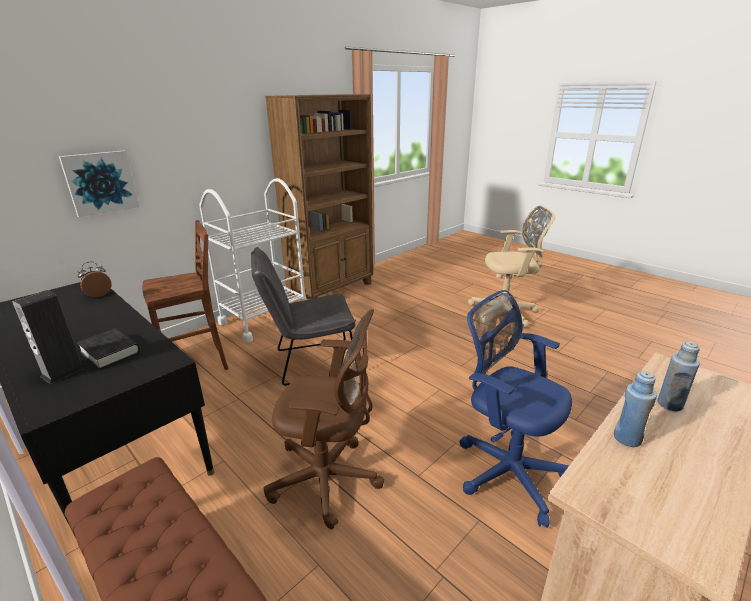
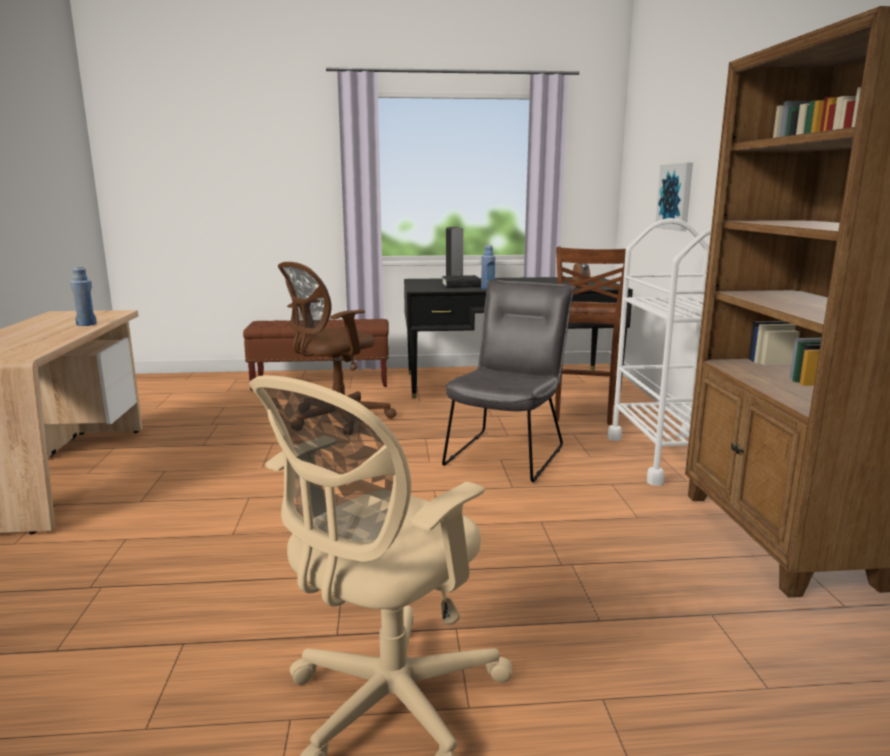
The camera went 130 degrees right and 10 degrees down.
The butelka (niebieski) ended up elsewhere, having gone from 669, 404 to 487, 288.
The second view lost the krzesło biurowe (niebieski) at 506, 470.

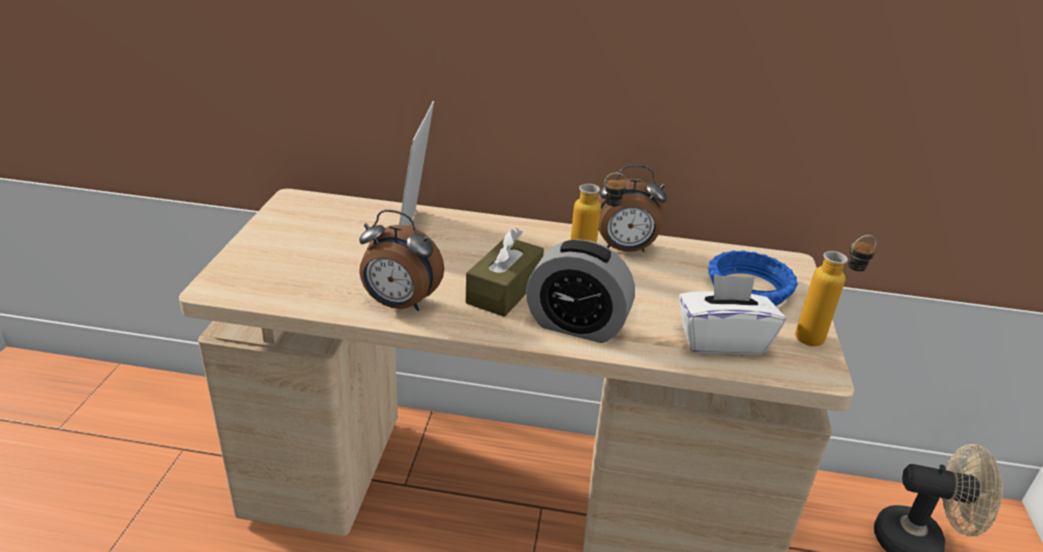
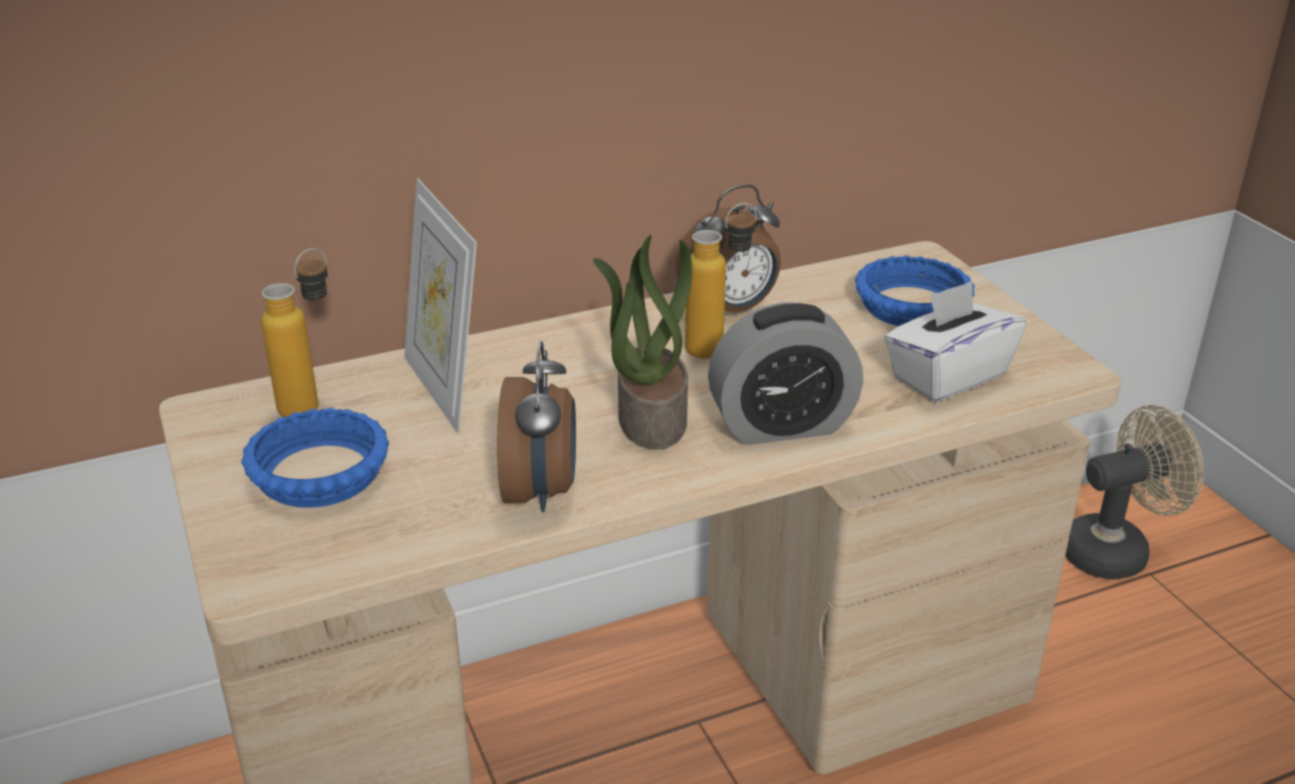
The camera went 30 degrees left and 0 degrees up.
The second view gained the miska (niebieski) at 320, 472.
The butelka ended up elsewhere, having gone from 820, 337 to 313, 403.
The budzik at 399, 304 ended up facing another way, 75 degrees counterclockwise from before.
Where the pudełko chusteczek (brązowy) stood at 504, 290, the roślina doniczkowa came to stand at 650, 418.

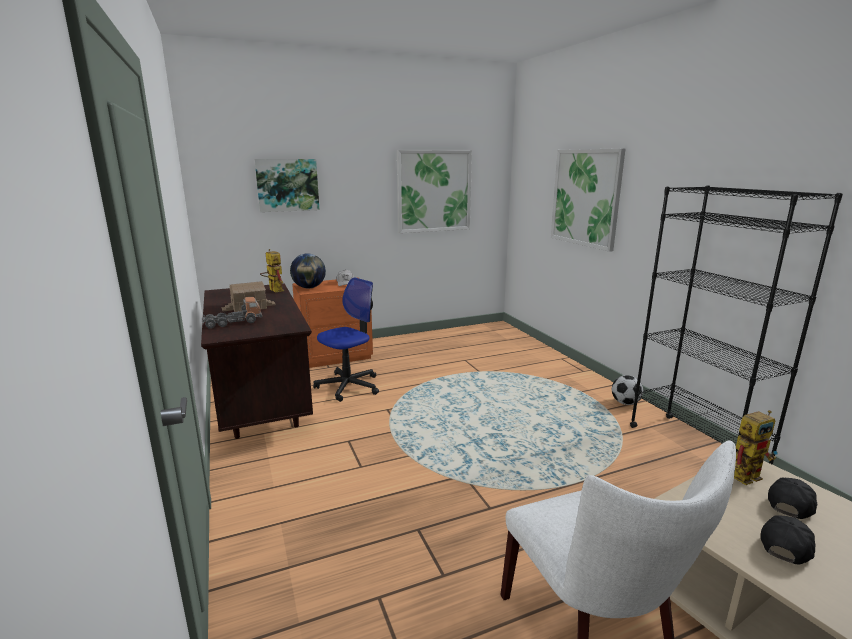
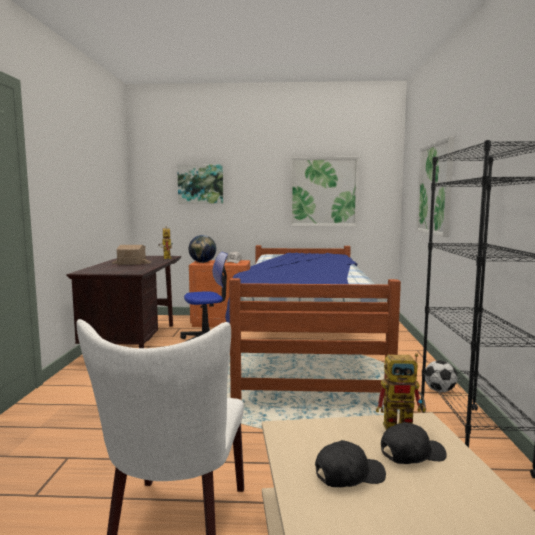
The camera went 25 degrees right and 10 degrees down.
The second view gained the łóżko at 303, 350.
The second view lost the ciężarówka zabawkowa at 232, 322.

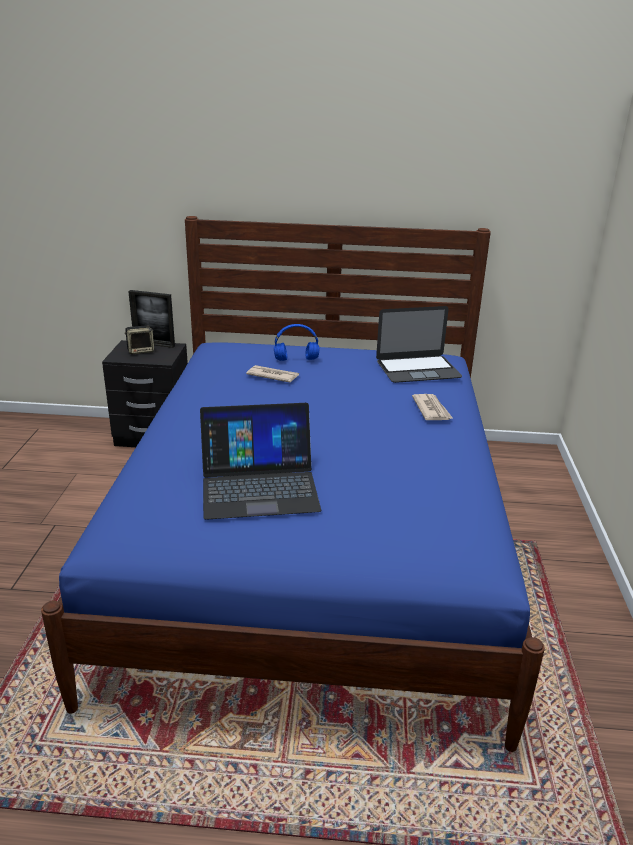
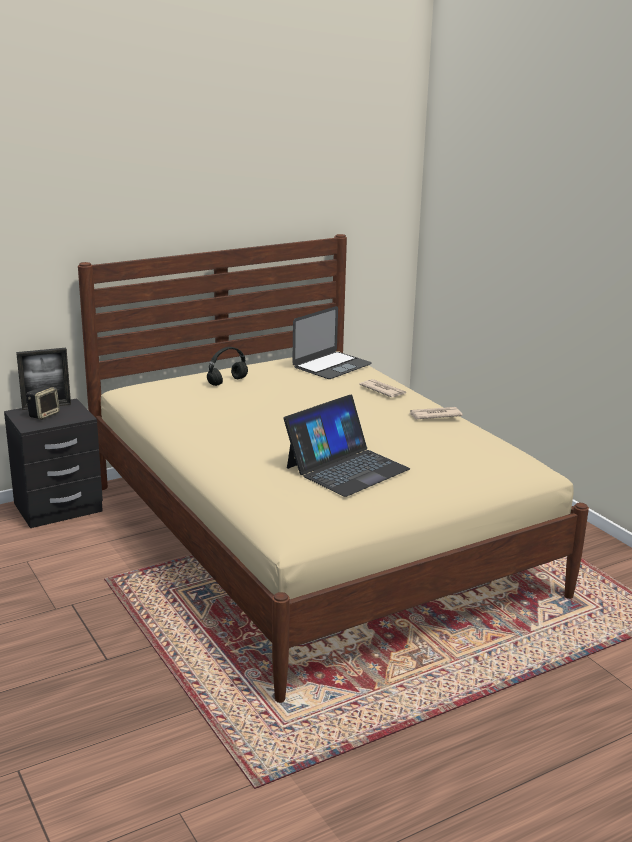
The camera went 35 degrees left and 5 degrees down.
What was the łóżko (niebieski) at 313, 543 turned into the łóżko (beżowy) at 314, 538.
What was the słuchawki (niebieski) at 297, 359 turned into the słuchawki (czarny) at 227, 381.
The gazeta ended up elsewhere, having gone from 272, 376 to 434, 415.

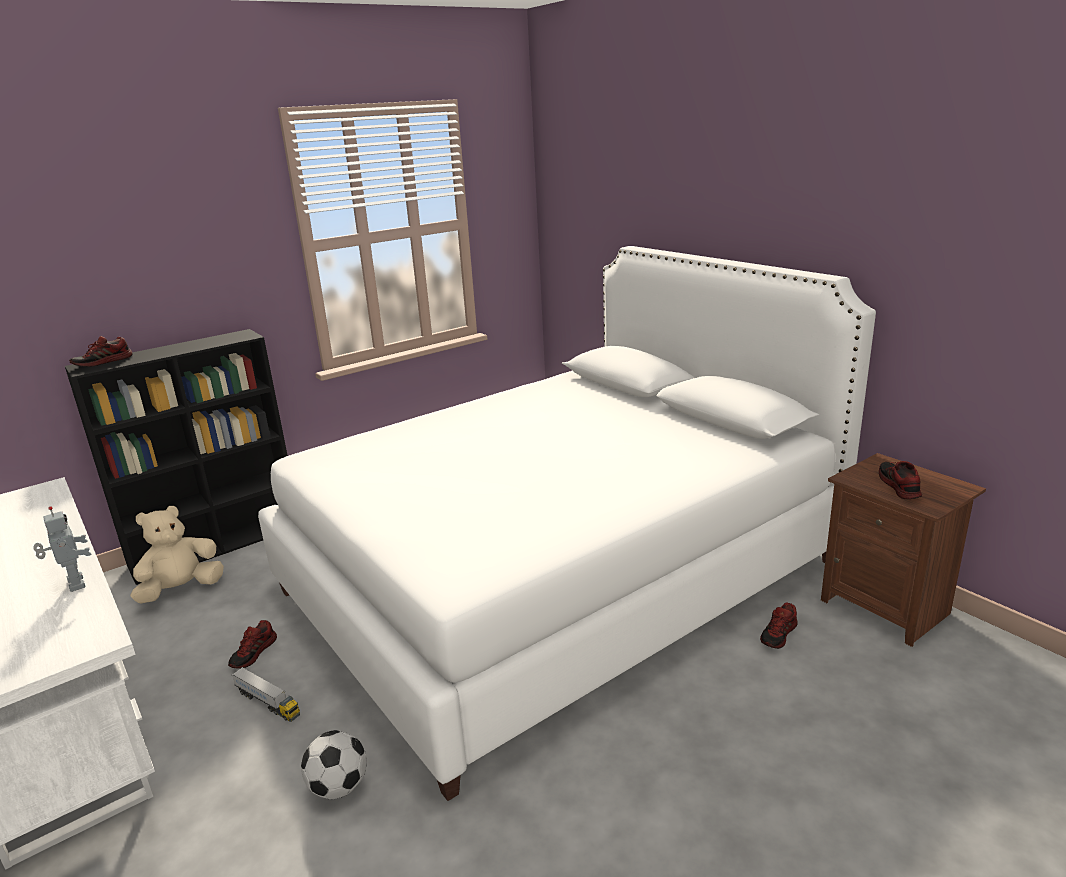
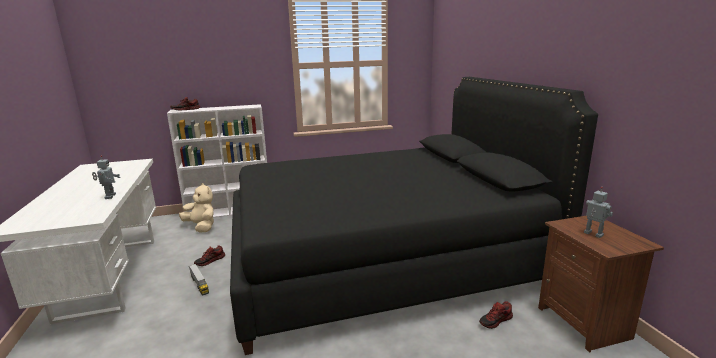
The camera went 20 degrees right and 5 degrees down.
What was the regał (czarny) at 219, 545 turned into the regał (biały) at 231, 211.
The pluszak (beżowy) at 181, 589 ended up facing another way, 60 degrees clockwise from before.
What was the łóżko (biały) at 559, 576 turned into the łóżko (czarny) at 381, 259.
Where the but stood at 898, 486, the robot zabawkowy came to stand at 592, 234.
The second view lost the piłka futbolowa at 339, 787.

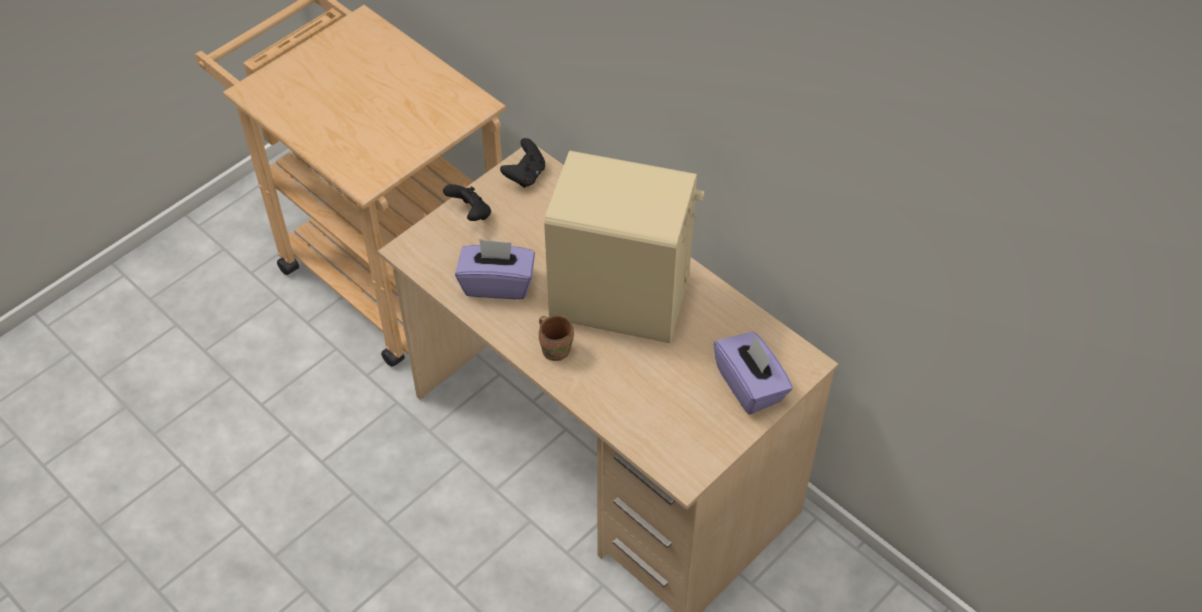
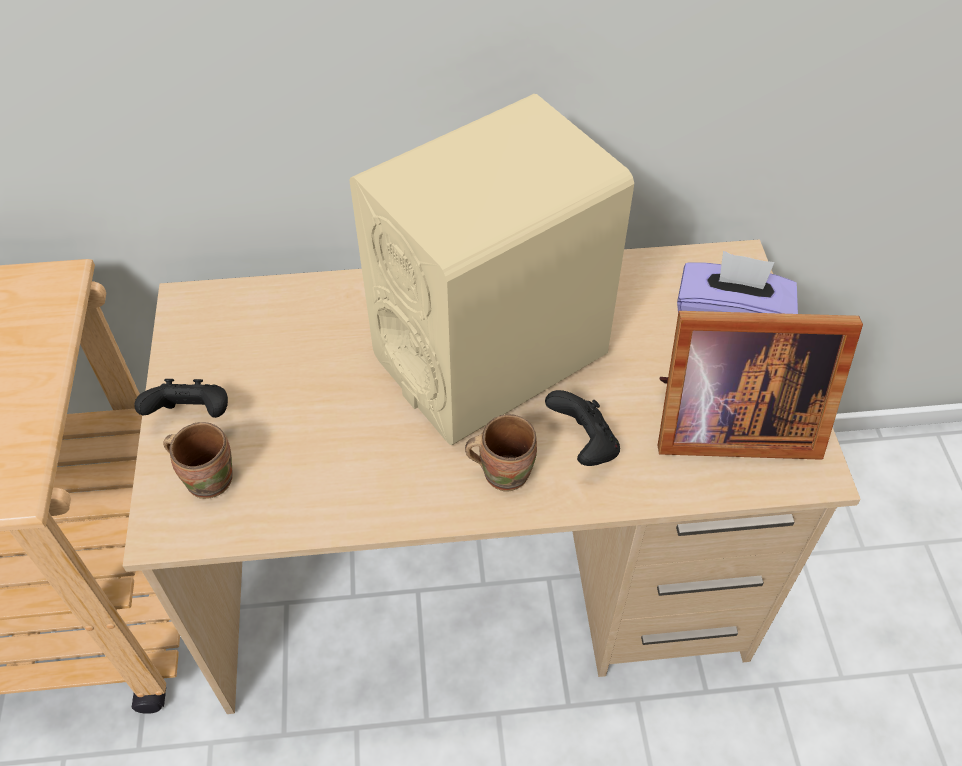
The camera went 50 degrees left and 0 degrees up.
The second view gained the kubek (brązowy) at 209, 477.
The pad do gier (czarny) ended up elsewhere, having gone from 525, 175 to 583, 445.
The second view gained the ramka na zdjęcie at 727, 424.
The second view lost the pudełko chusteczek (fioletowy) at 497, 283.

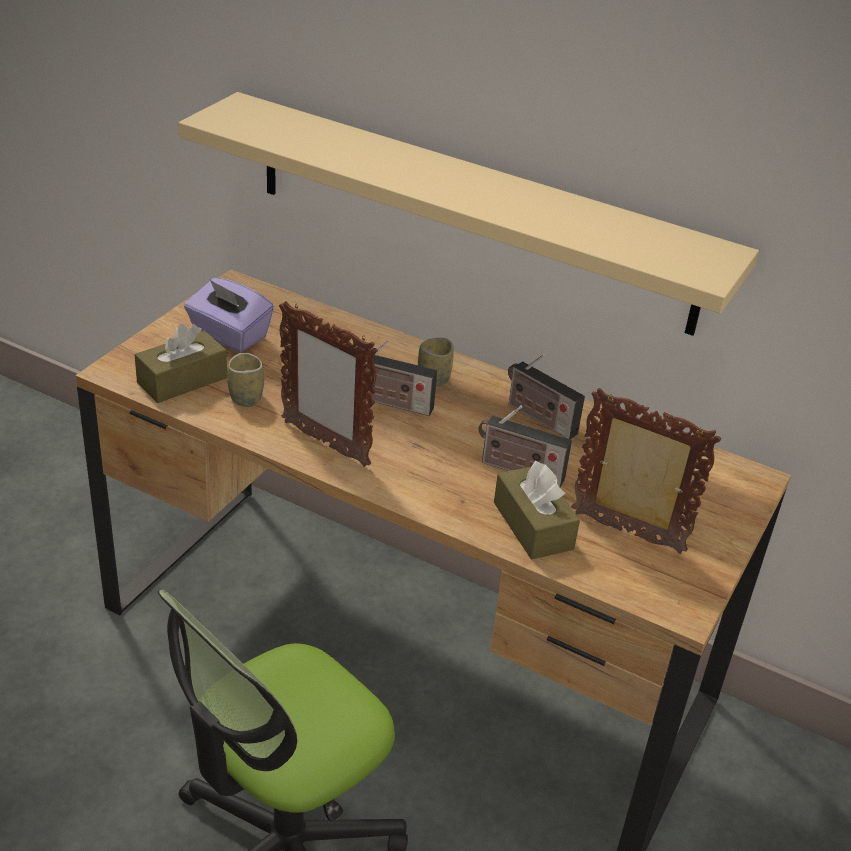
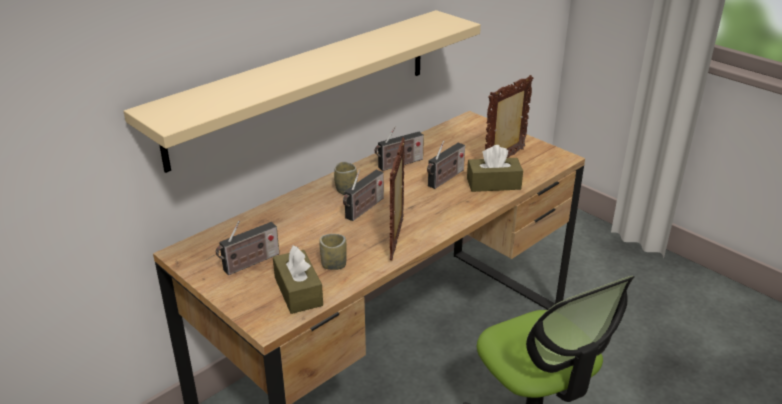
The camera went 70 degrees left and 5 degrees down.
Where the pudełko chusteczek (fioletowy) stood at 229, 335, the radio came to stand at 249, 263.
The ramka na zdjęcie at 325, 443 ended up facing another way, 135 degrees clockwise from before.

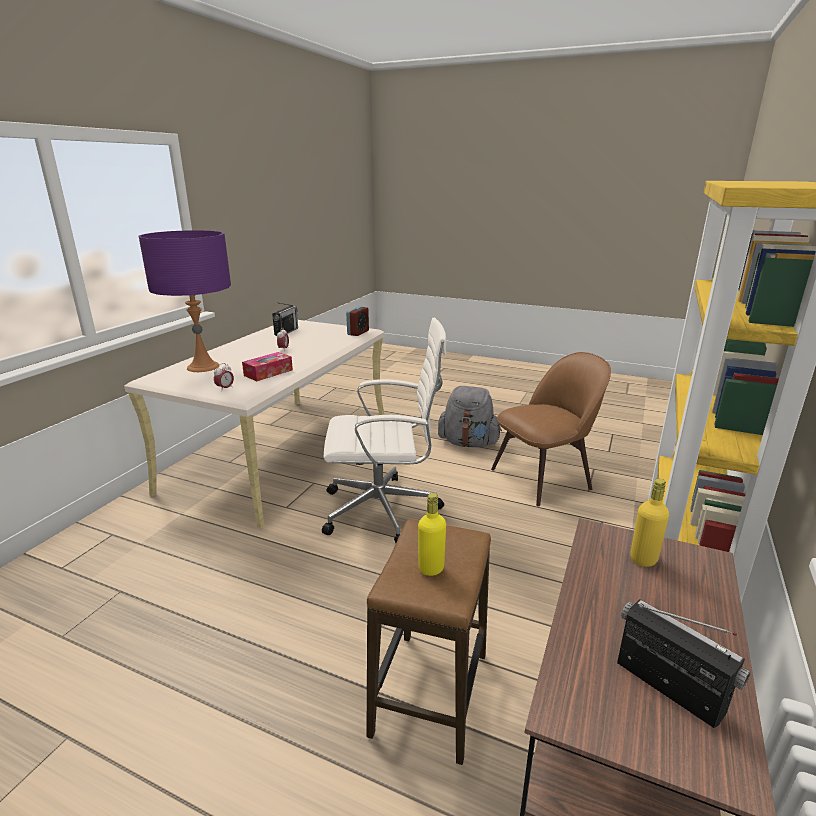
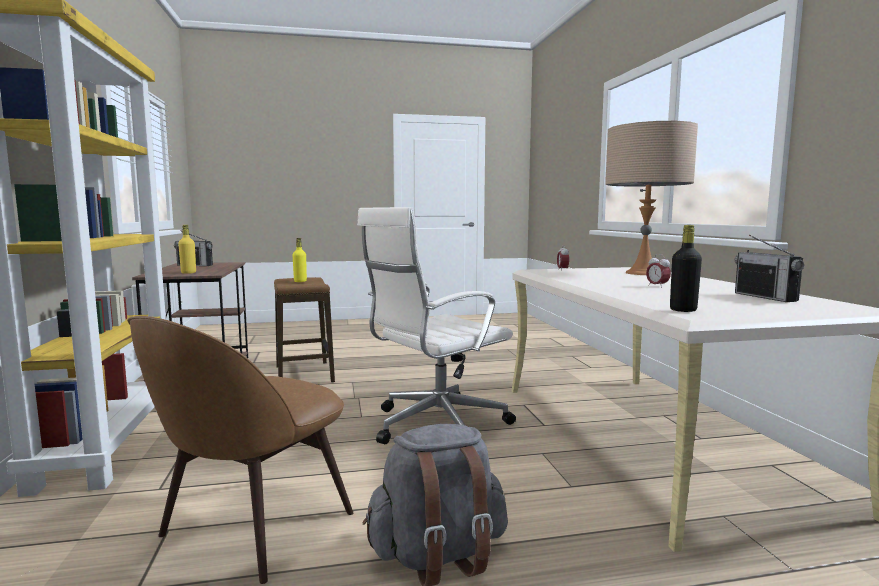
The camera went 145 degrees right and 15 degrees down.
What was the lampa stołowa (fioletowy) at 203, 367 turned into the lampa stołowa (beżowy) at 643, 273.
Where the budzik stood at 358, 333, the butelka (czarny) came to stand at 683, 310.
The second view lost the pudełko chusteczek at 268, 373.

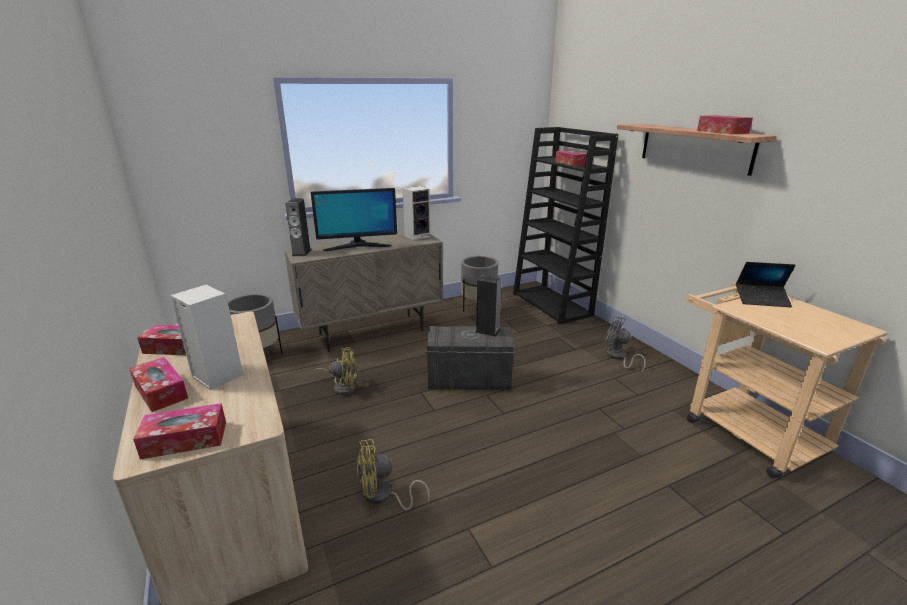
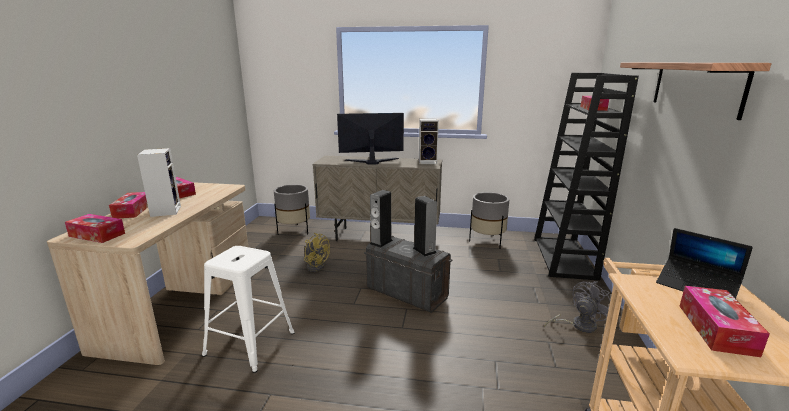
The camera went 35 degrees right and 5 degrees down.
Where the wentylator (żółty) stood at 383, 496, the stołek (biały) came to stand at 250, 344.
The monitor at 357, 246 ended up facing another way, 150 degrees clockwise from before.
The głośnik ended up elsewhere, having gone from 301, 252 to 381, 242.
The wentylator (szary) at 618, 357 ended up facing another way, 75 degrees clockwise from before.
The pudełko chusteczek ended up elsewhere, having gone from 722, 132 to 716, 329.

